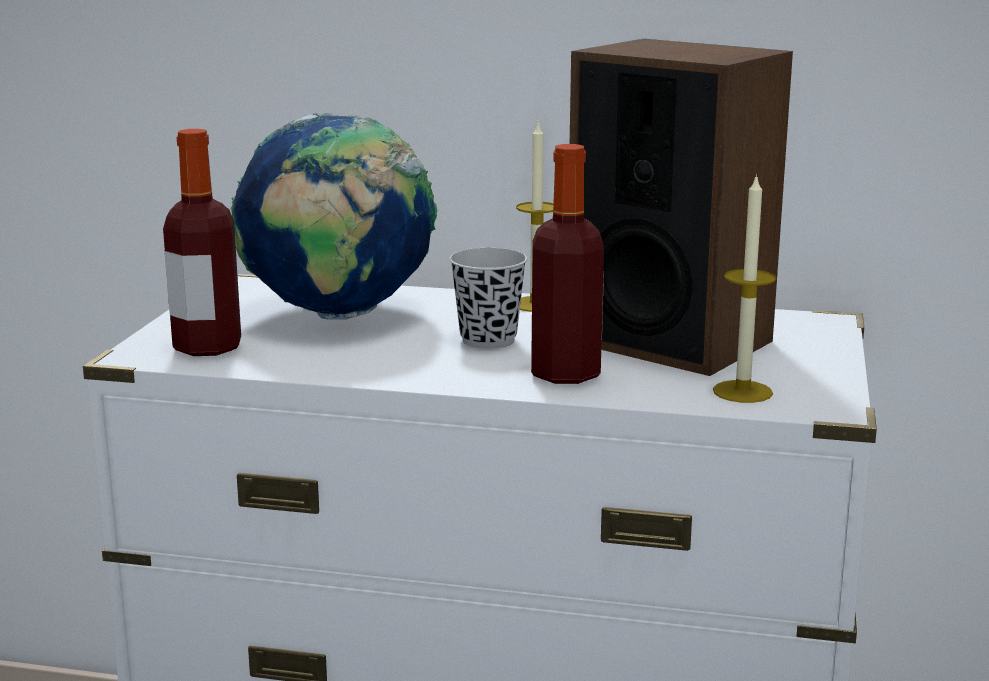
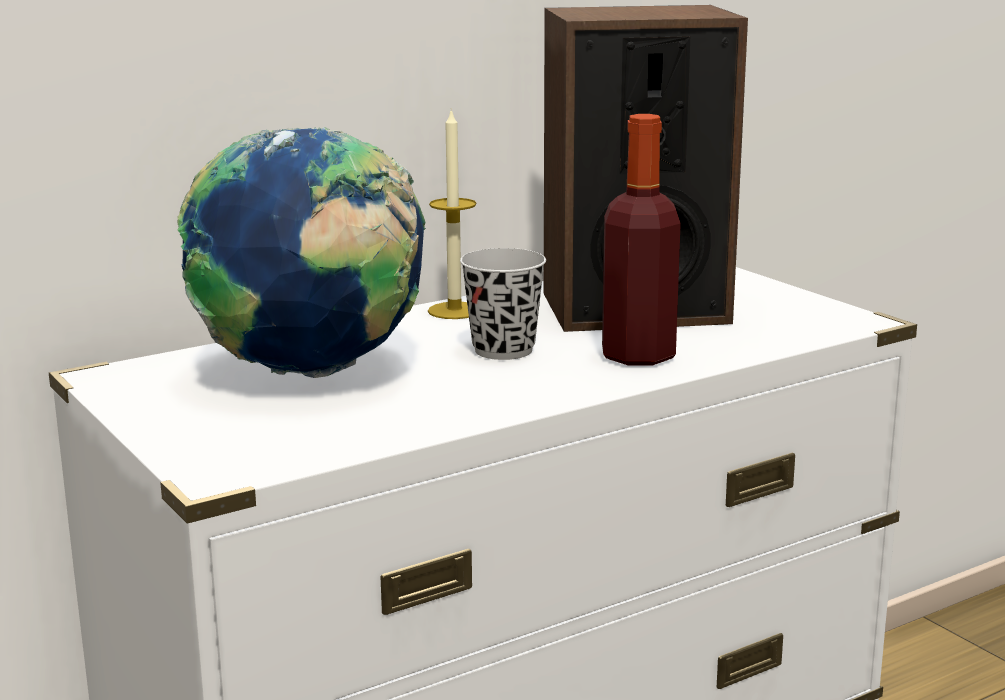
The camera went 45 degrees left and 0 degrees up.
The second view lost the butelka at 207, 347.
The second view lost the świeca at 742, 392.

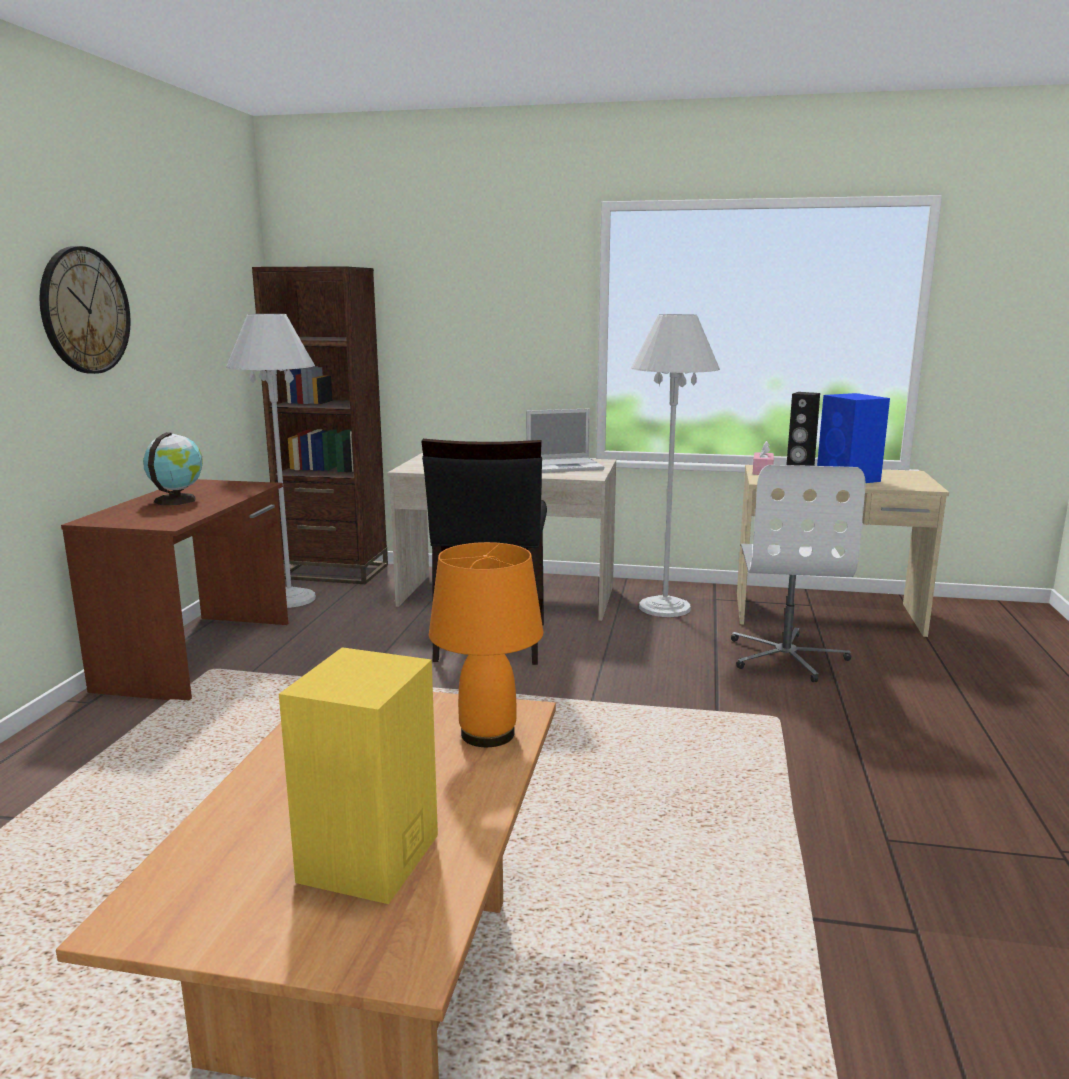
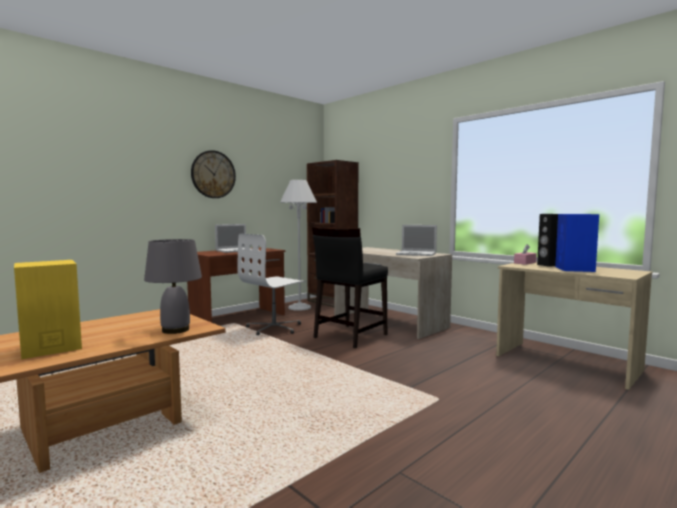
The camera went 35 degrees right and 10 degrees down.
What was the lampa stołowa (pomarańczowy) at 486, 734 turned into the lampa stołowa (szary) at 175, 330.
Where the globus stood at 177, 500, the laptop came to stand at 236, 250.
The krzesło biurowe (biały) ended up elsewhere, having gone from 786, 656 to 274, 328.
The second view lost the lampa stojąca (biały) at 664, 607.

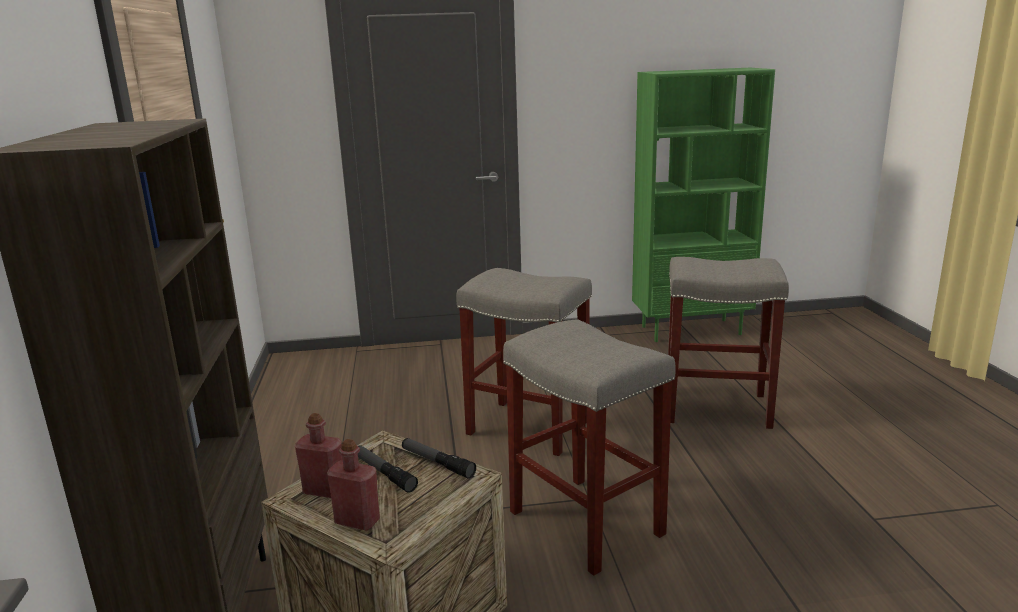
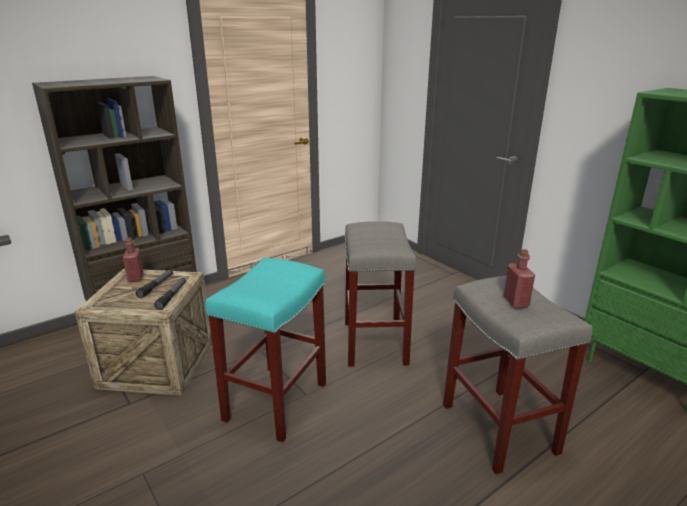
The camera went 60 degrees right and 5 degrees up.
What was the stołek (szary) at 588, 523 turned into the stołek (turkusowy) at 276, 402.
The butelka (czerwony) ended up elsewhere, having gone from 357, 521 to 516, 302.

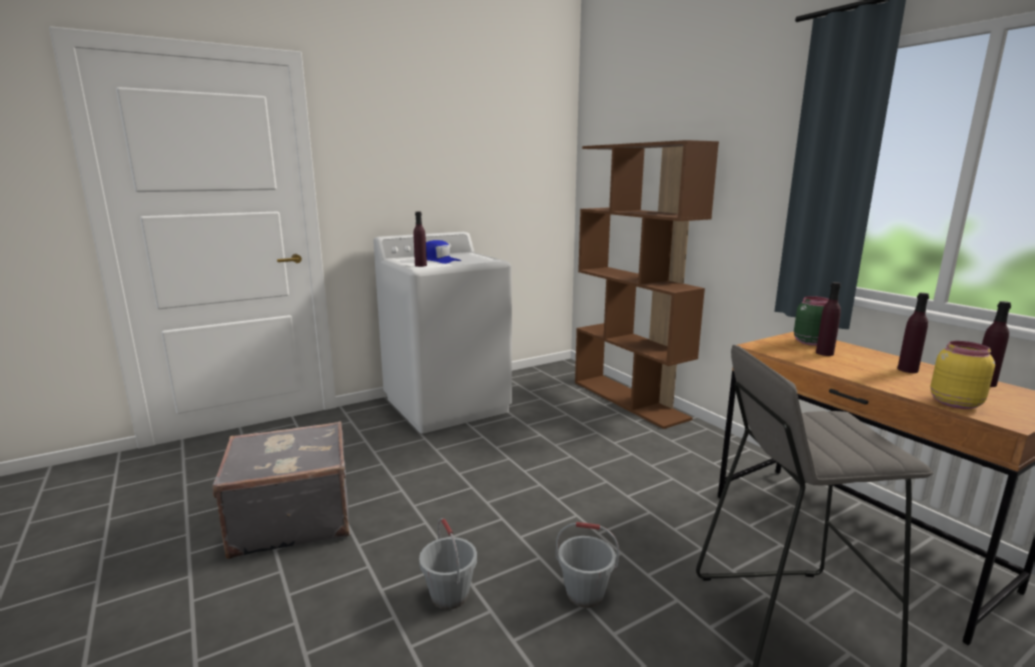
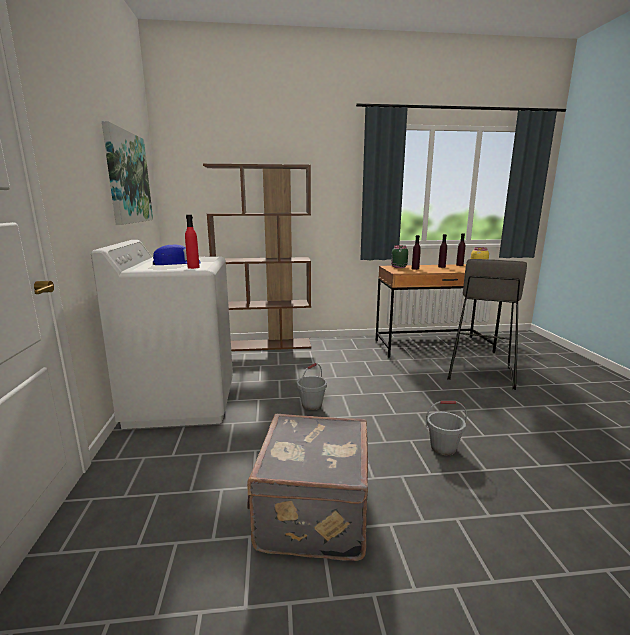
The camera went 65 degrees left and 0 degrees up.
The second view gained the obraz at 127, 178.
What was the butelka (fioletowy) at 420, 265 turned into the butelka (czerwony) at 193, 267.
The wiadro (szary) ended up elsewhere, having gone from 585, 593 to 311, 405.

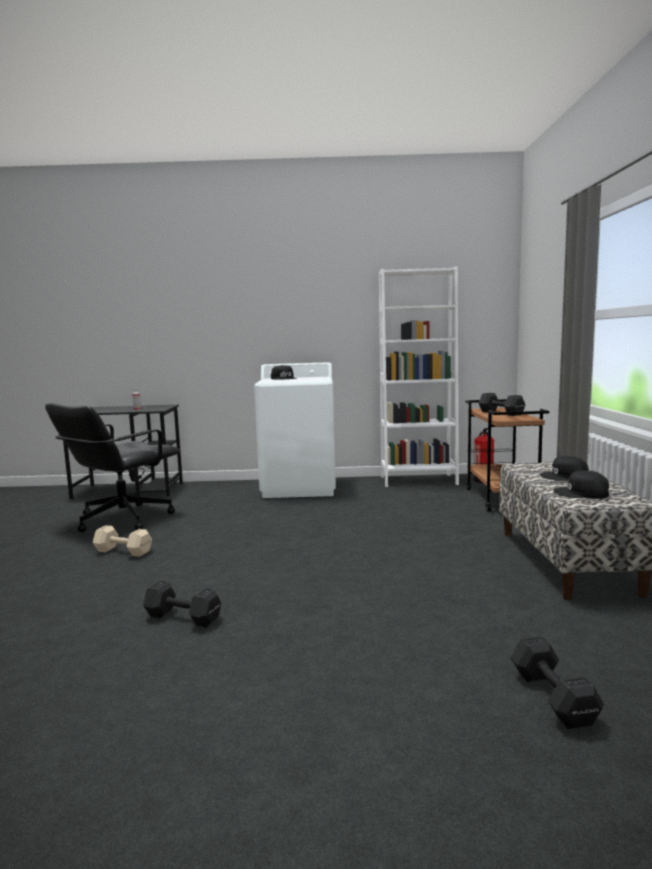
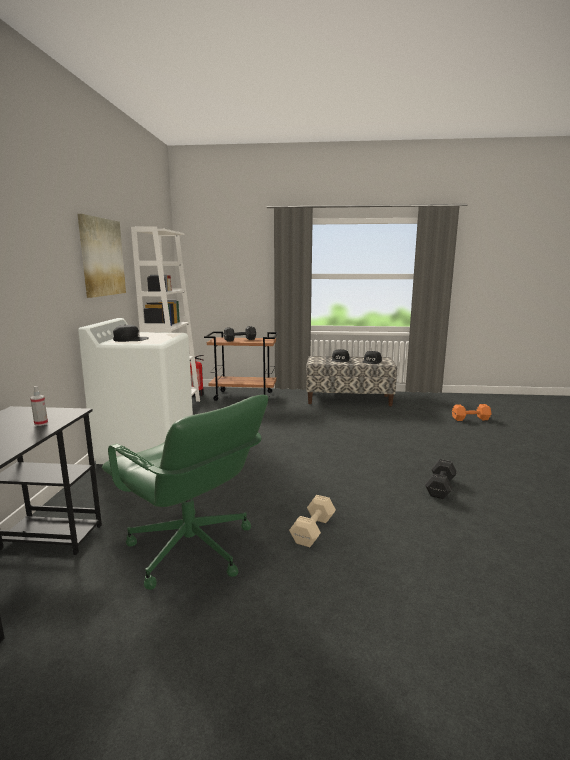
The camera went 85 degrees left and 5 degrees up.
The second view gained the obraz at 101, 257.
What was the krzesło biurowe (czarny) at 122, 519 turned into the krzesło biurowe (zielony) at 191, 550.
What was the hantel (czarny) at 553, 699 turned into the hantel (pomarańczowy) at 471, 419.

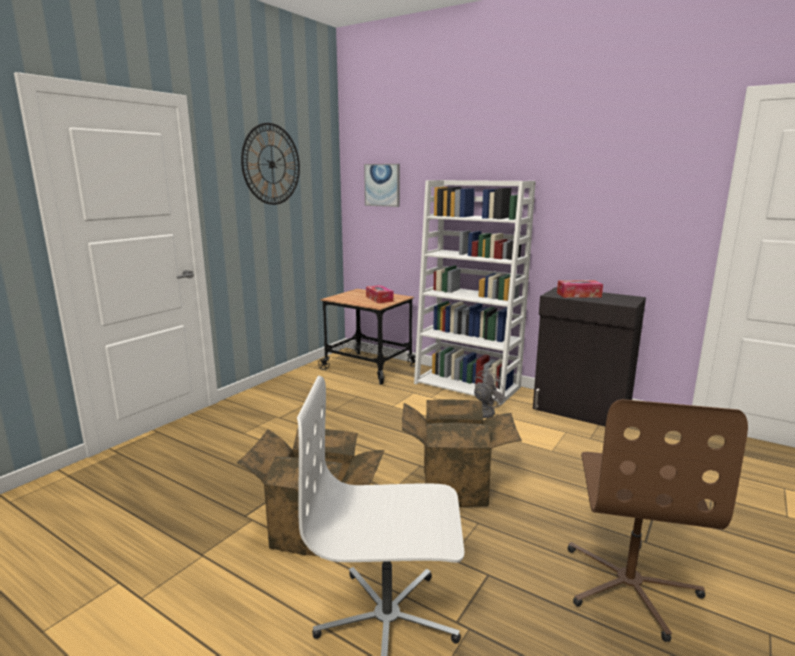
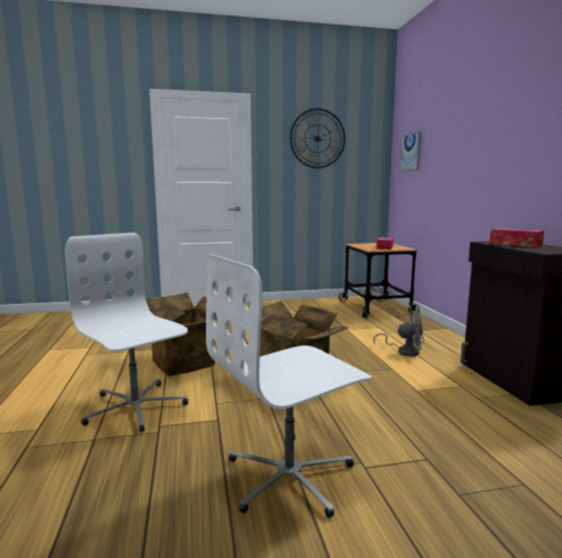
The camera went 45 degrees right and 5 degrees down.
What was the krzesło biurowe (brązowy) at 629, 585 turned into the krzesło biurowe (biały) at 290, 476.
The second view lost the regał (biały) at 468, 385.

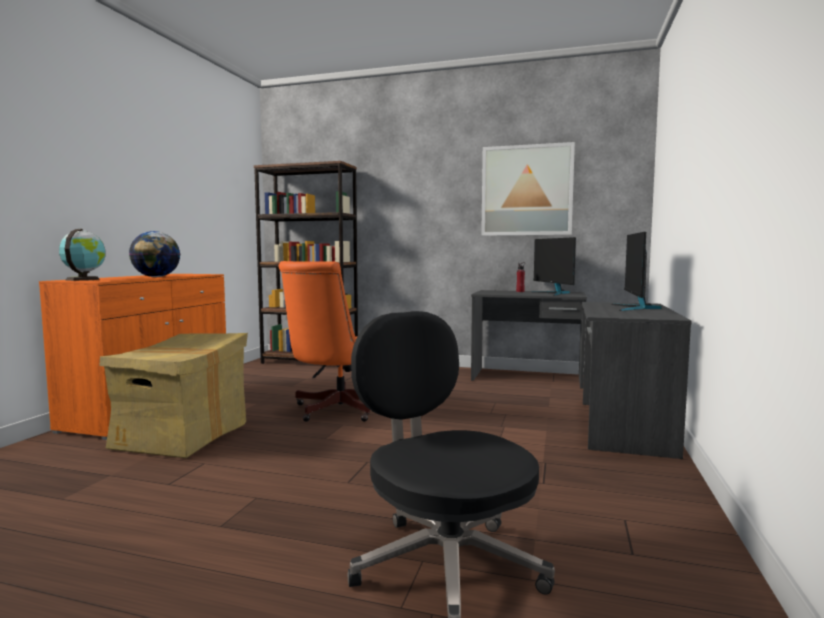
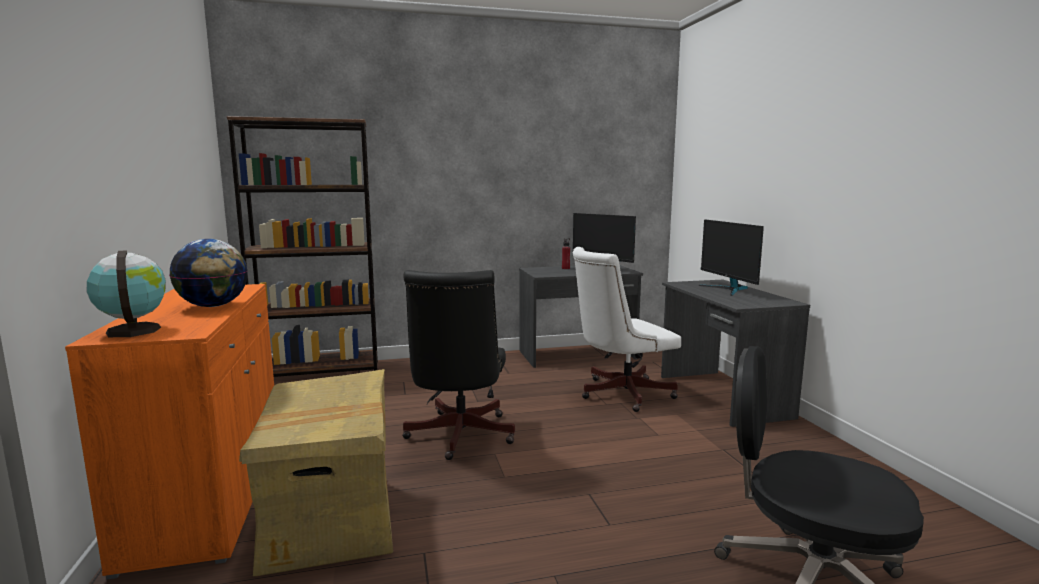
The camera went 30 degrees left and 5 degrees up.
What was the krzesło biurowe (pomarańczowy) at 335, 411 turned into the krzesło biurowe (czarny) at 458, 437.
The second view gained the krzesło biurowe (biały) at 619, 393.
The second view lost the obraz at 526, 190.

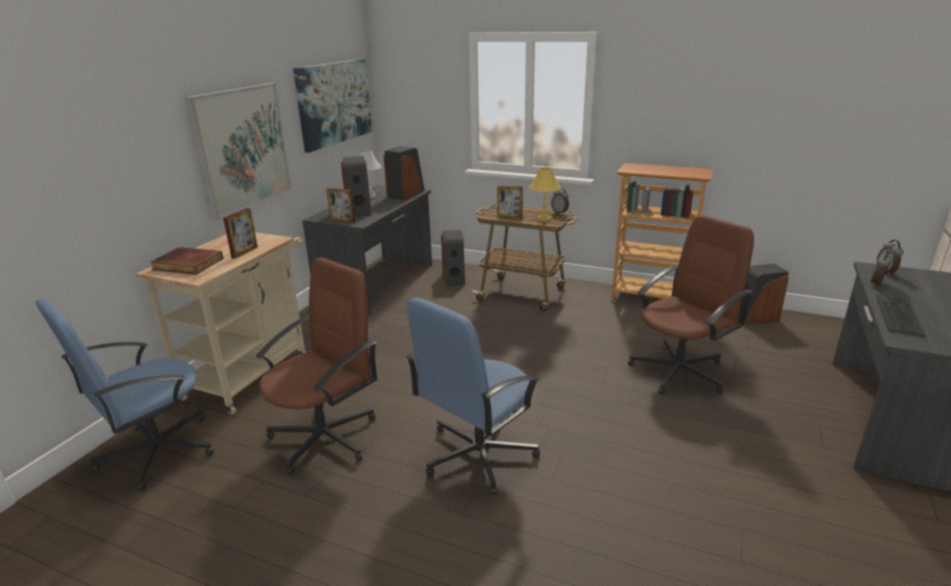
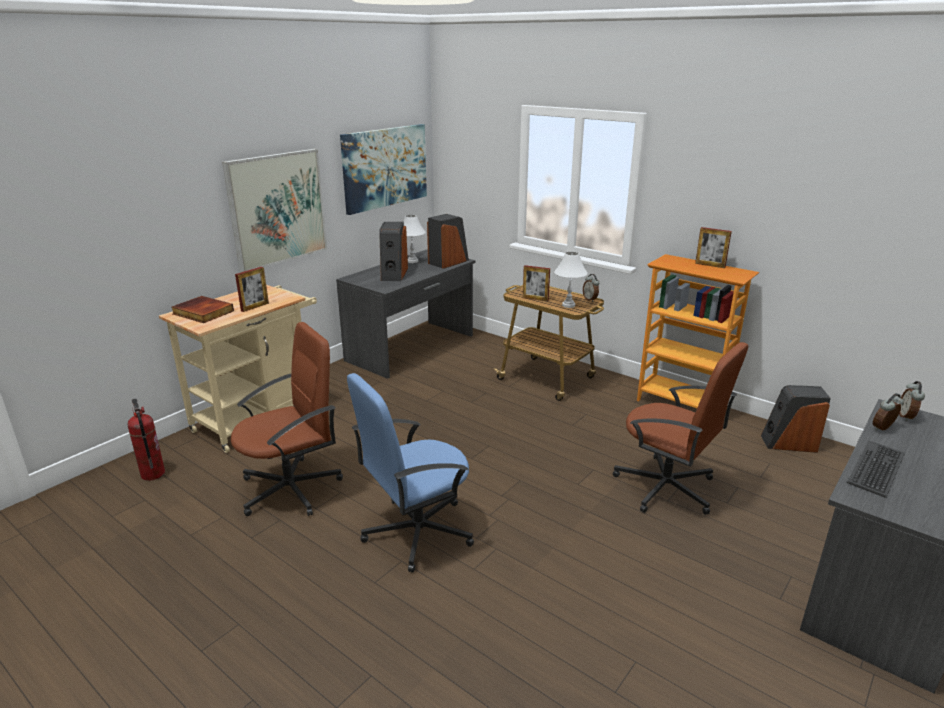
The camera went 15 degrees right and 0 degrees up.
Where the krzesło biurowe (niebieski) stood at 155, 452, the gaśnica came to stand at 152, 474.
What was the lampa stołowa (żółty) at 544, 219 turned into the lampa stołowa (biały) at 568, 305.
The krzesło biurowe (brązowy) at 679, 371 ended up facing another way, 60 degrees clockwise from before.
The ramka na zdjęcie ended up elsewhere, having gone from 342, 221 to 710, 265.
The second view lost the głośnik at 454, 278.

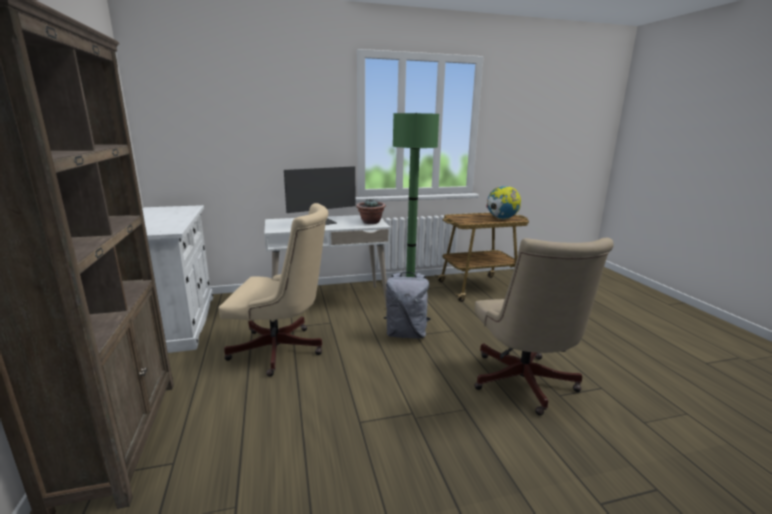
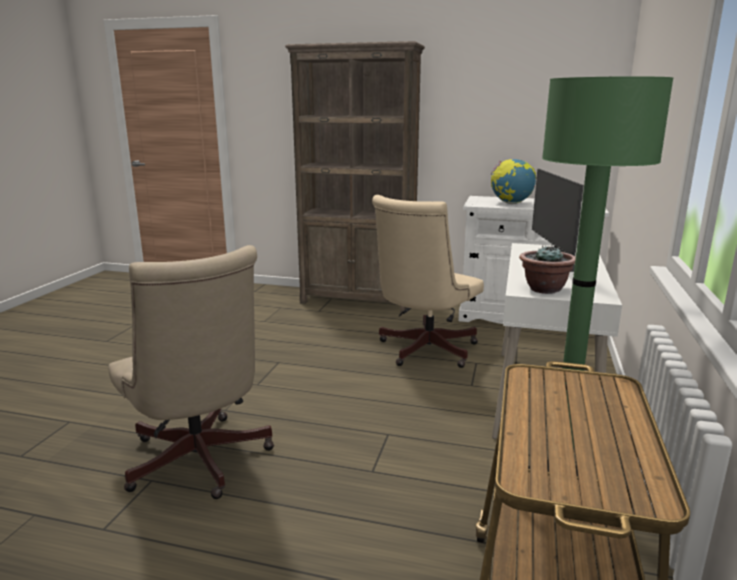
The camera went 120 degrees right and 0 degrees up.
The krzesło biurowe (beżowy) at 523, 385 ended up facing another way, 150 degrees counterclockwise from before.
The globus ended up elsewhere, having gone from 501, 219 to 511, 203.
The second view lost the plecak (szary) at 406, 334.

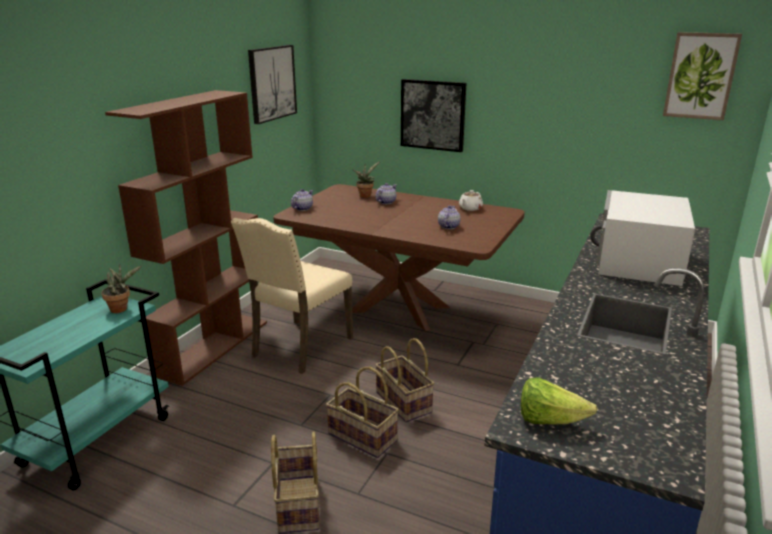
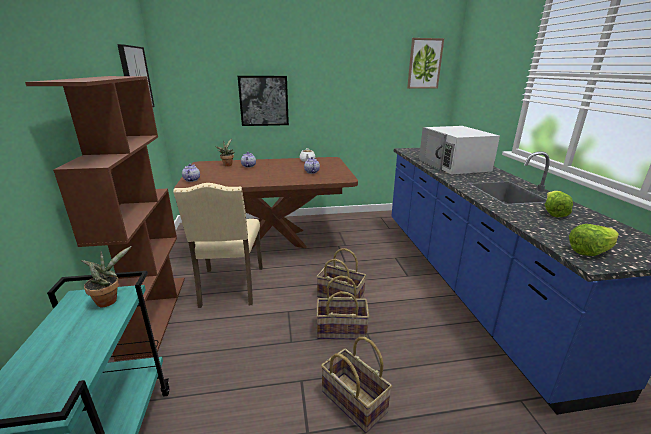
The camera went 35 degrees left and 0 degrees up.
The second view gained the sałata at 553, 213.

